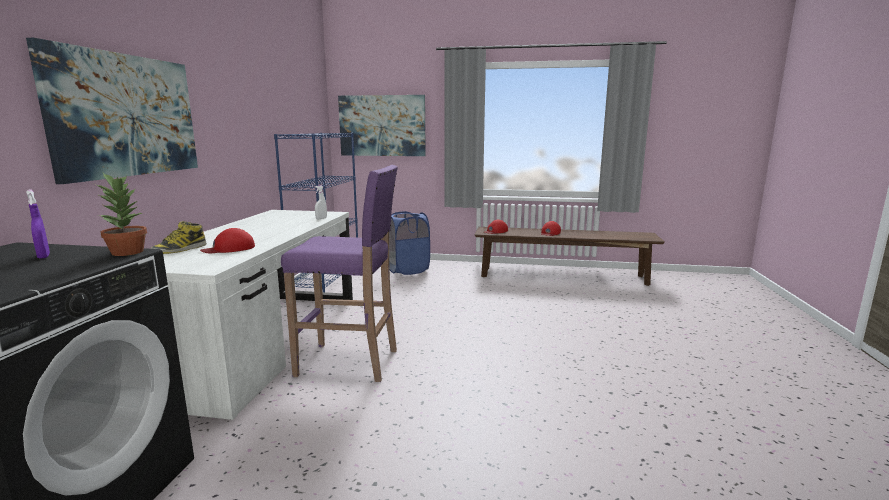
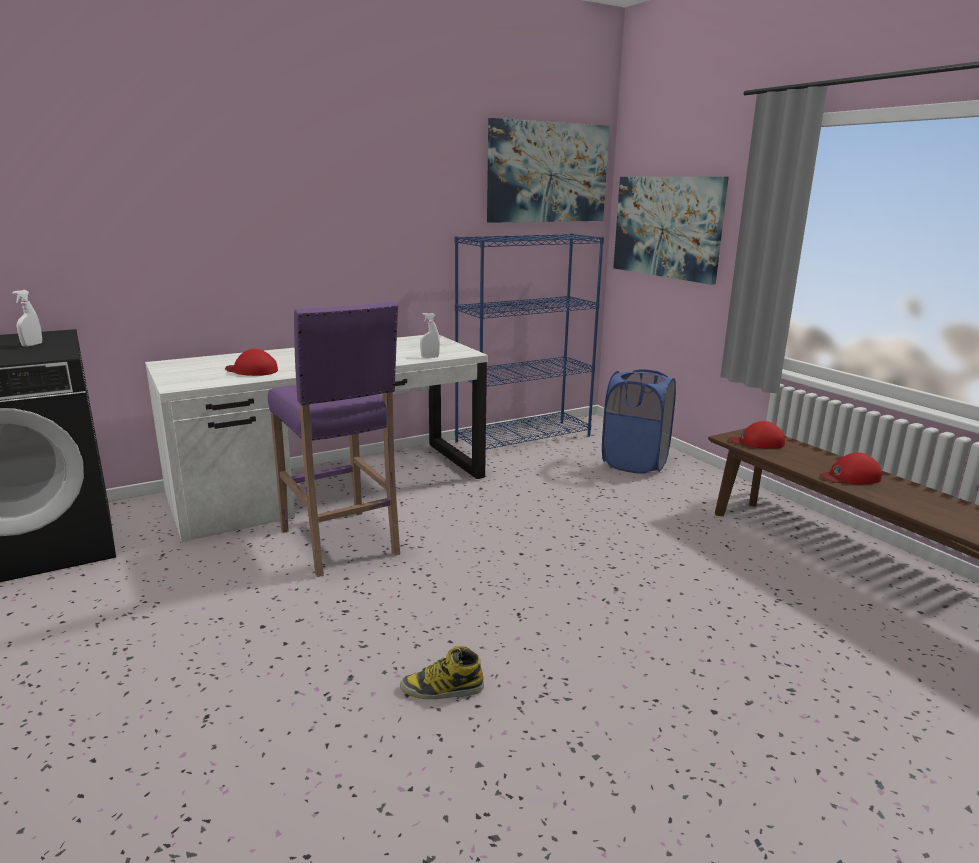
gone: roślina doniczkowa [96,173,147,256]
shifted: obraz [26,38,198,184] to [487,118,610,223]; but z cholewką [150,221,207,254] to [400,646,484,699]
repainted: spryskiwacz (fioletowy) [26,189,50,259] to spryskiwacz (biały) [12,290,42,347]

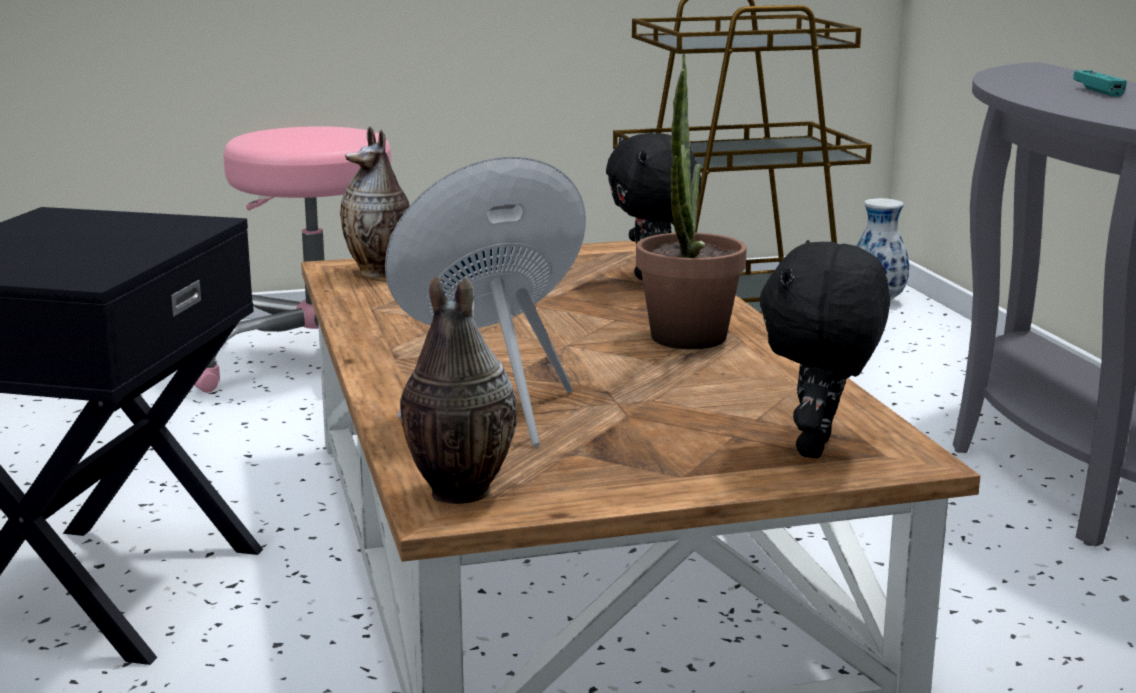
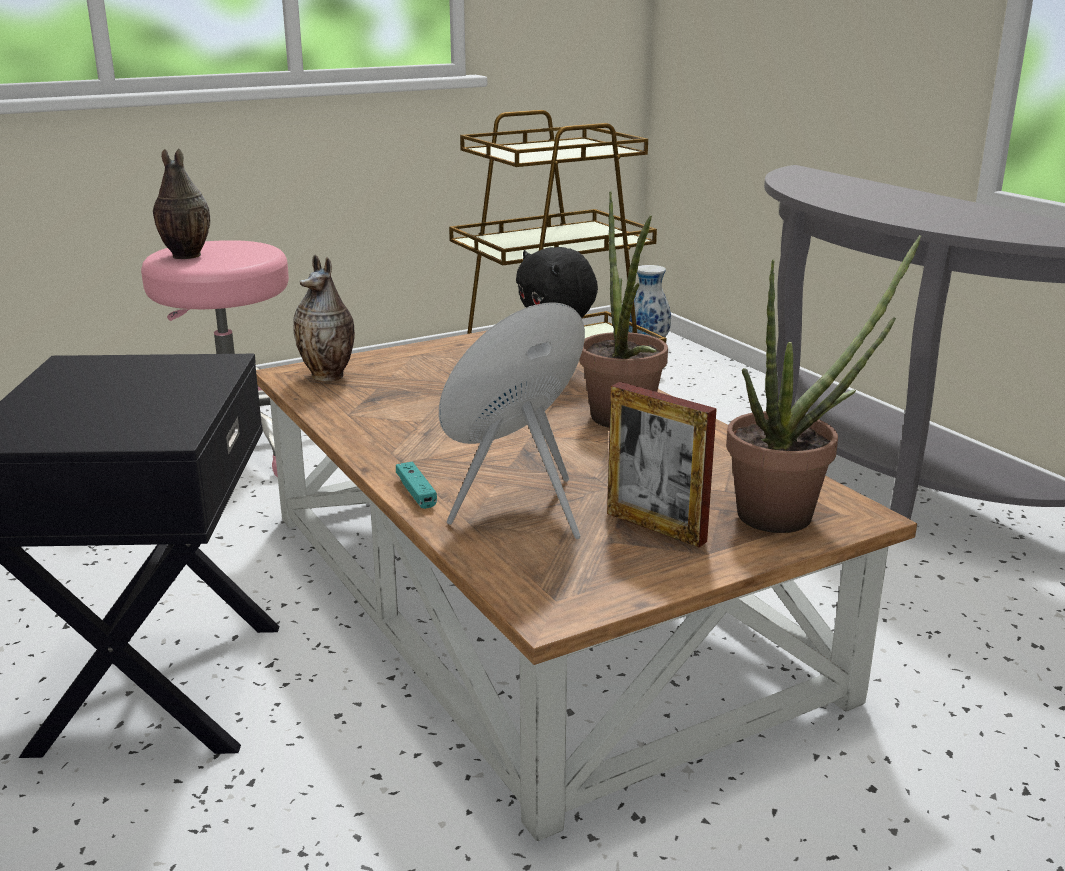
new: ramka na zdjęcie [607,382,717,547]
shifted: wazon [400,277,517,504] to [153,148,210,259]; pad do gier (turkusowy) [1073,70,1127,97] to [396,462,437,509]
swapped: pluszak (czarny) [760,240,890,458] to roślina doniczkowa [726,235,921,533]

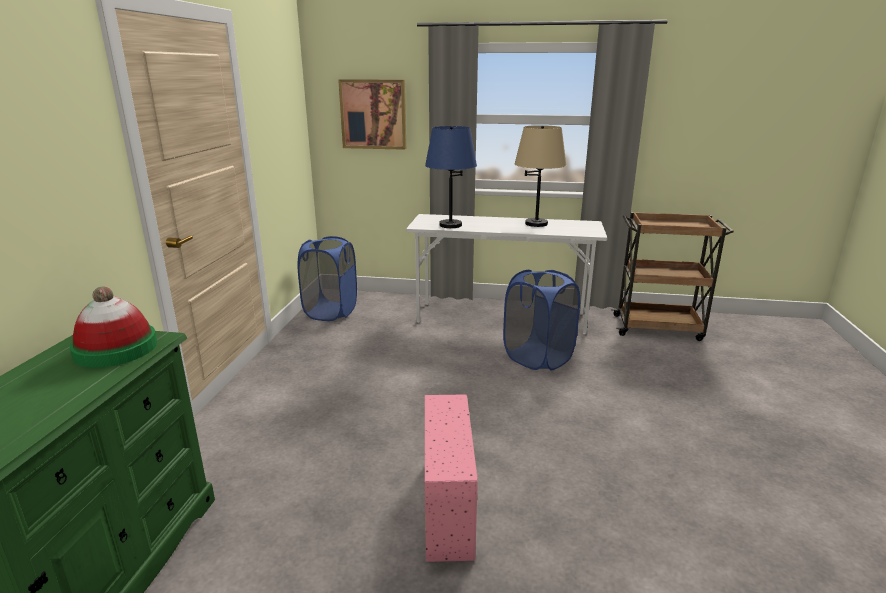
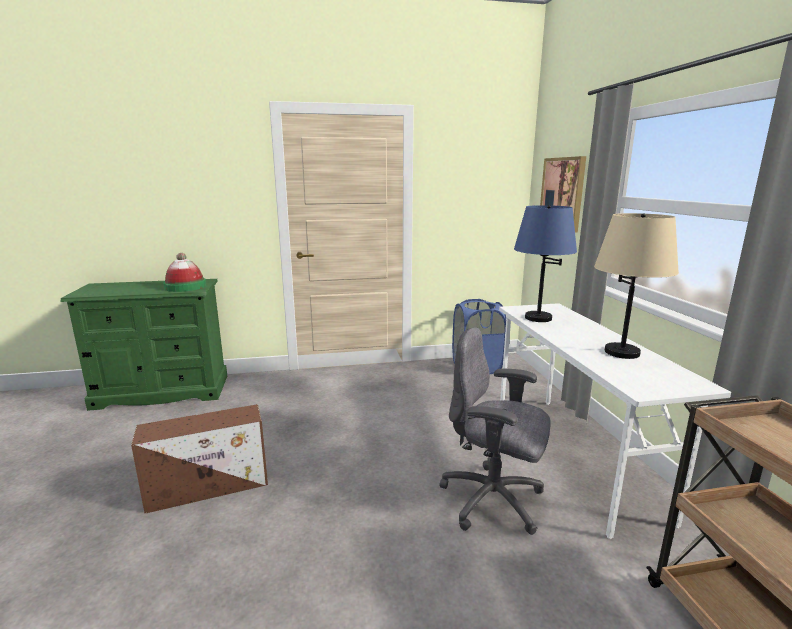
swapped: kosz na pranie (niebieski) [503,270,580,371] to krzesło biurowe (szary) [439,327,551,535]
repainted: pojemnik do przechowywania (różowy) [425,394,478,562] to pojemnik do przechowywania (brązowy) [131,404,268,513]

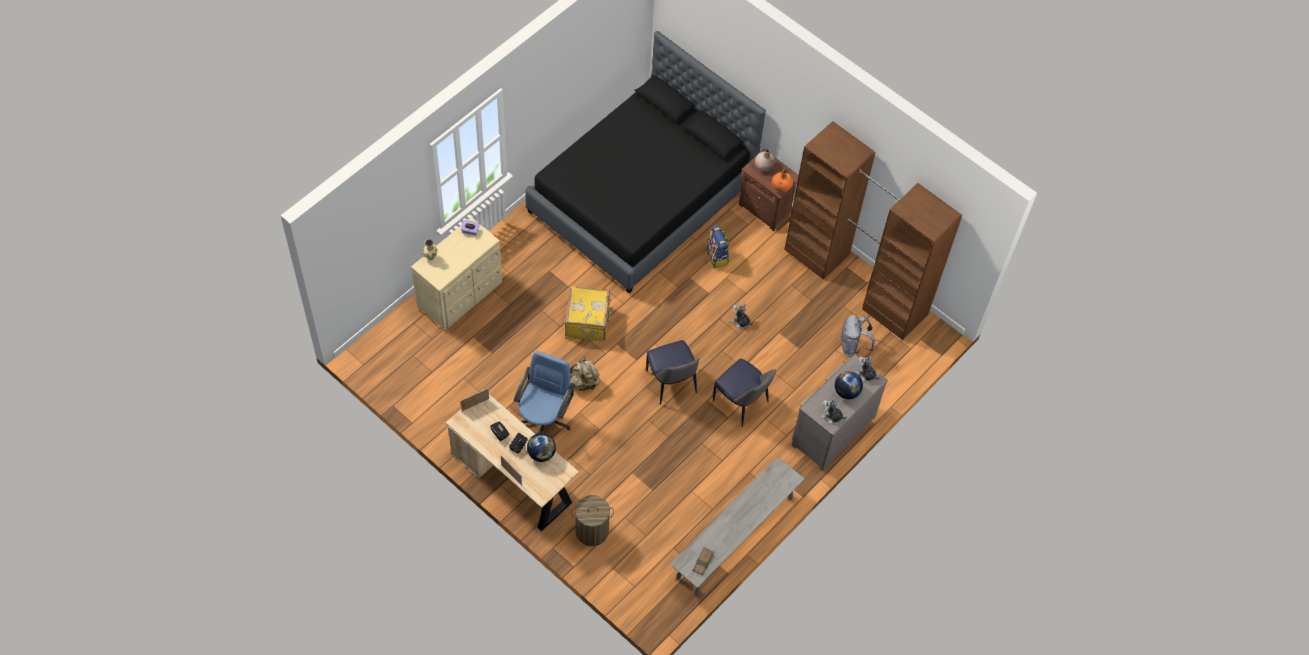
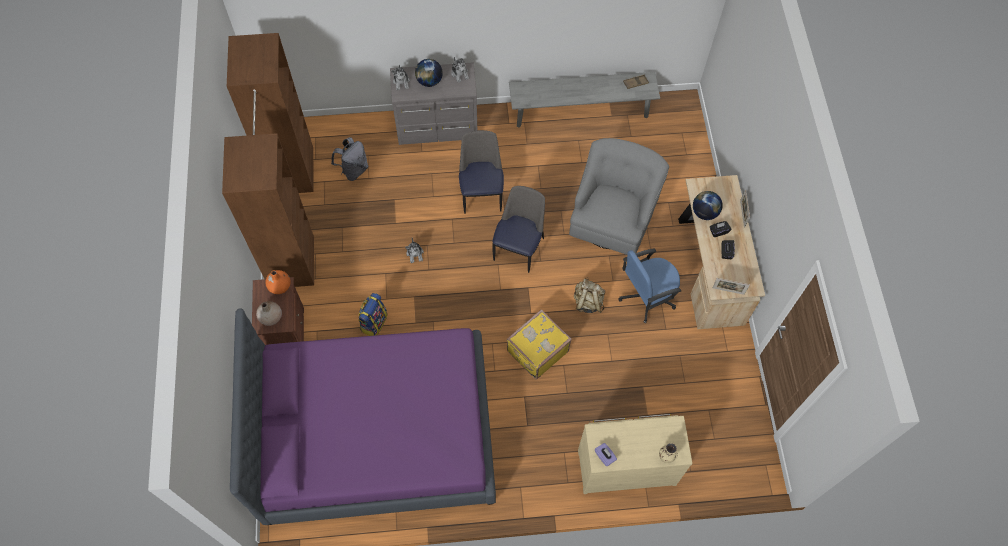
gone: kosz na pranie [571,495,614,546]
new: fotel (szary) [569,138,669,255]
repainted: łóżko (czarny) [525,31,766,293] to łóżko (fioletowy) [230,308,496,525]

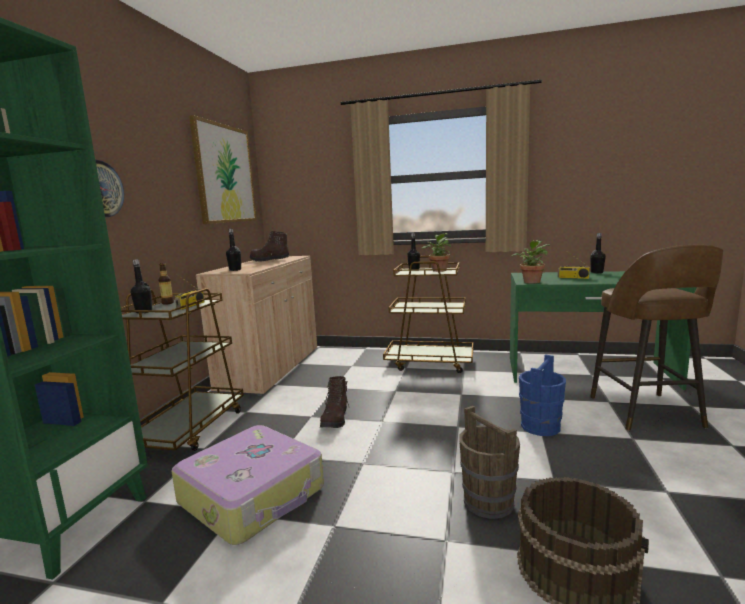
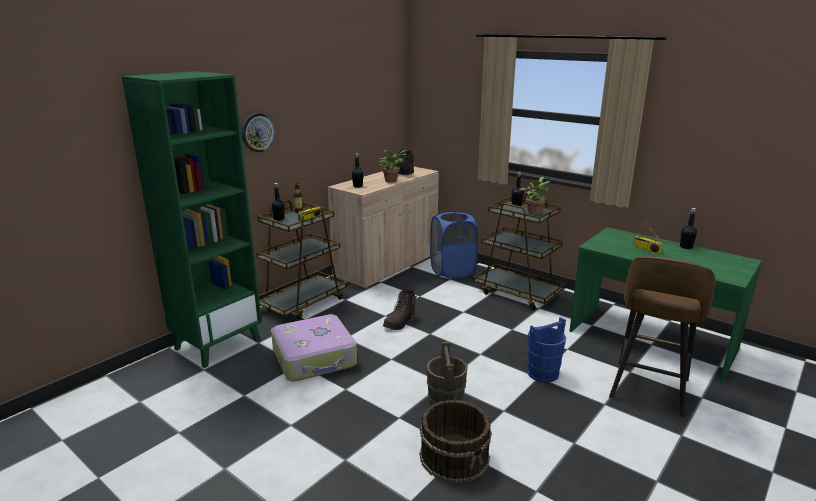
gone: obraz [189,115,257,224]
new: kosz na pranie (niebieski) [430,210,478,279]
shifted: roślina doniczkowa [512,240,550,284] to [379,150,407,183]

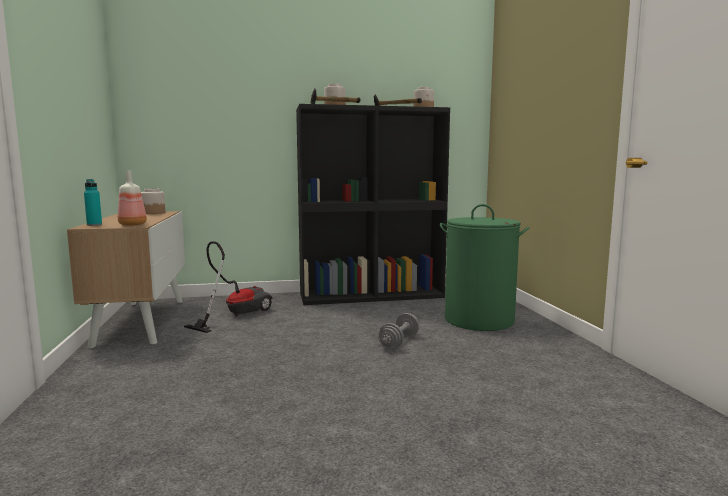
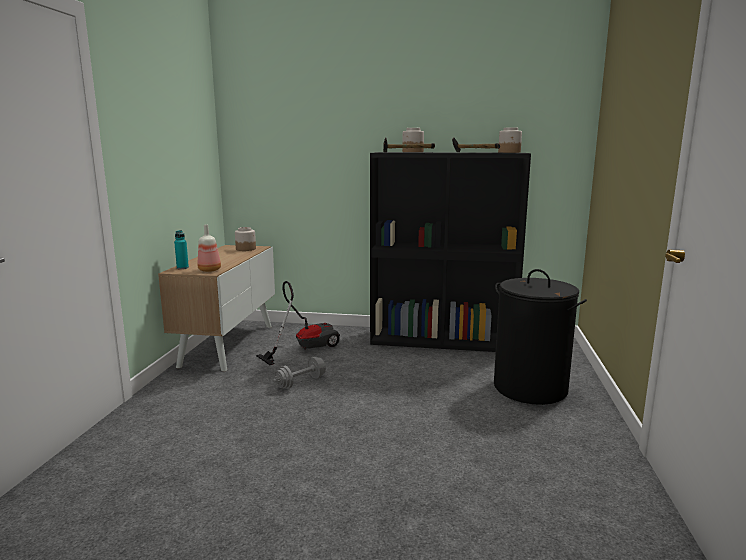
shifted: hantel (szary) [379,313,419,349] to [274,357,326,389]
repainted: kosz na pranie (zielony) [440,204,529,331] to kosz na pranie (czarny) [494,269,587,405]

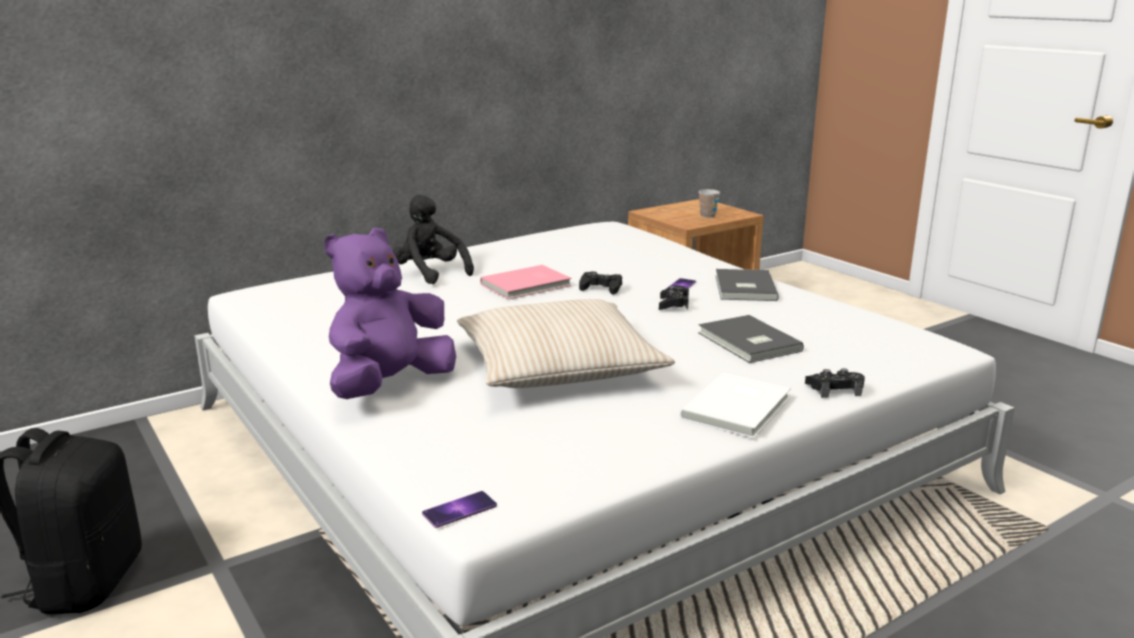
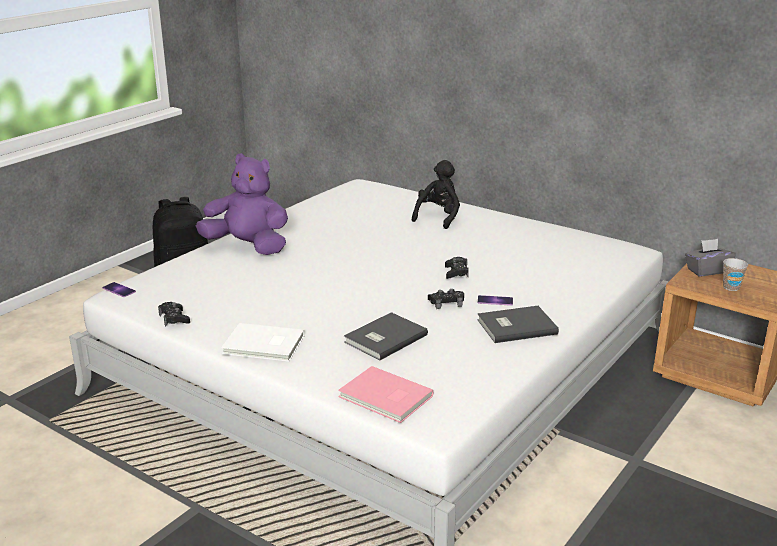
gone: poduszka (beżowy) [457,299,675,388]
new: pudełko chusteczek (szary) [685,239,736,277]
shifted: książka (różowy) [480,265,572,300] to [338,366,433,423]; pad do gier (czarny) [805,368,865,398] to [158,302,190,326]

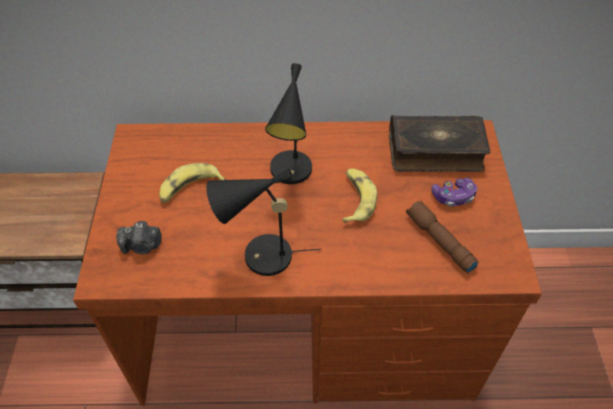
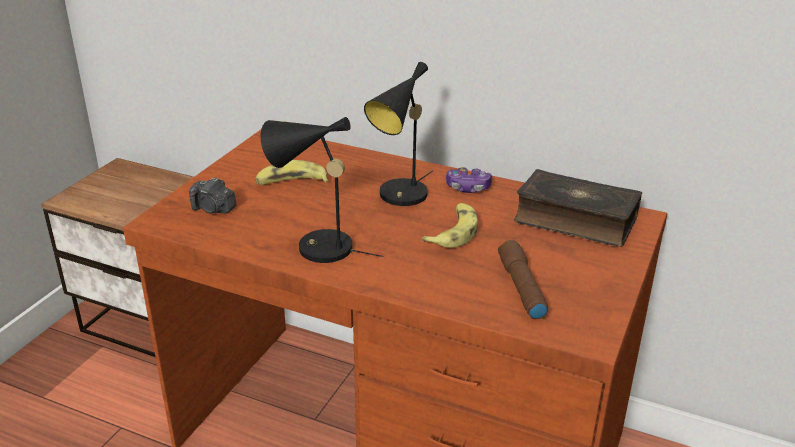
shifted: pad do gier [431,178,478,207] to [446,167,492,193]

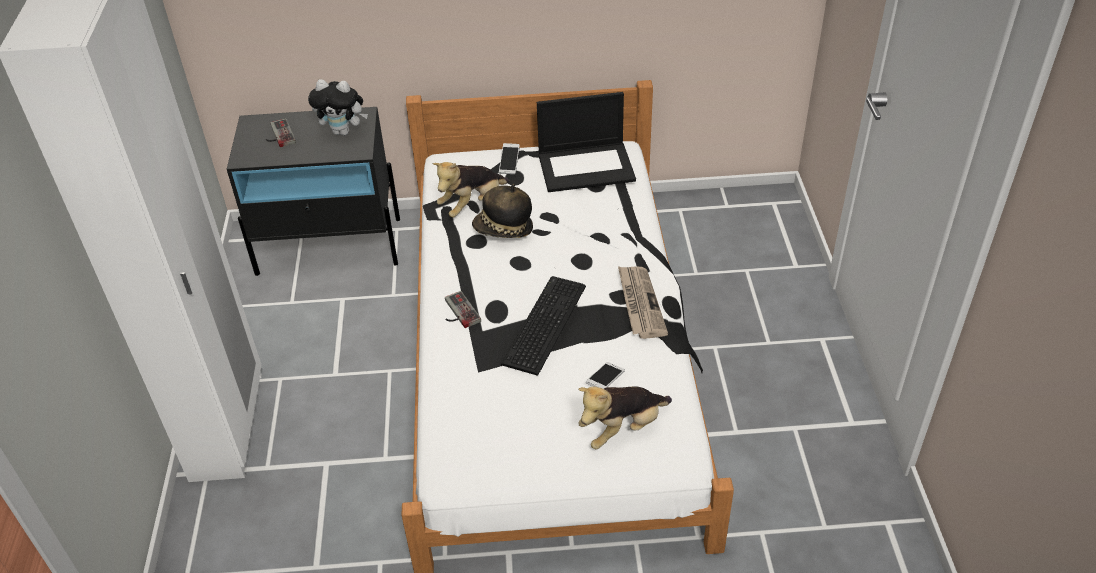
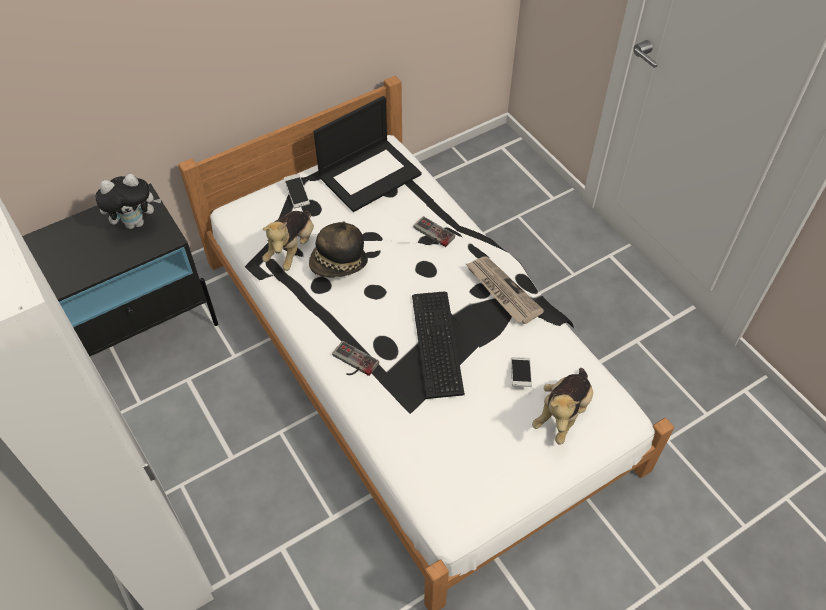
shifted: pad do gier [266,119,296,147] to [413,216,455,247]

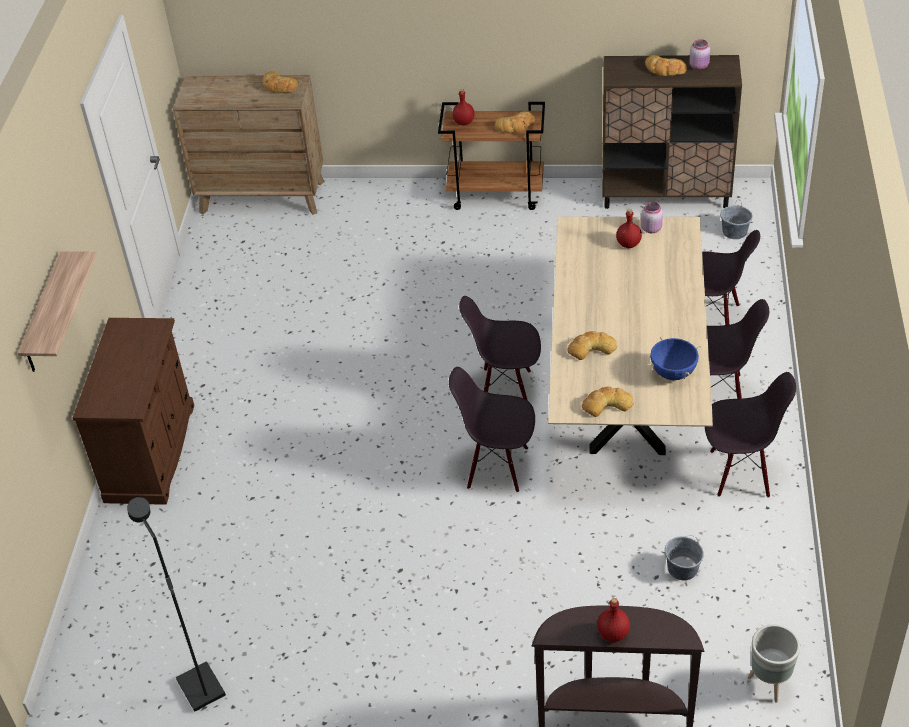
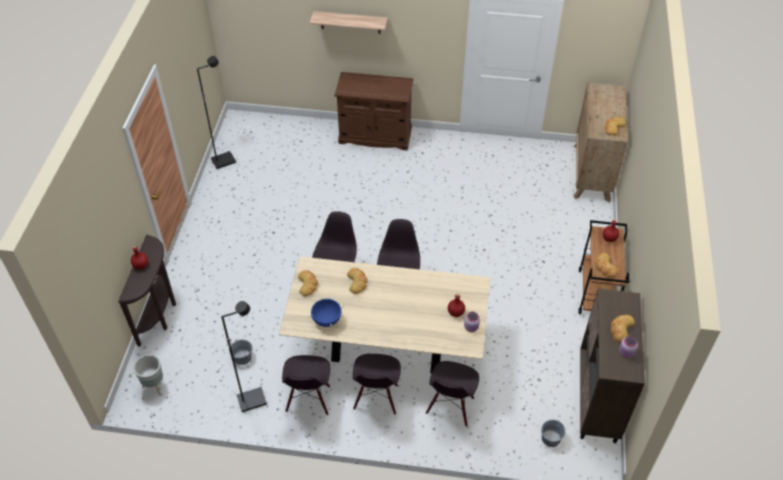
new: lampa stojąca (czarny) [221,301,267,412]

